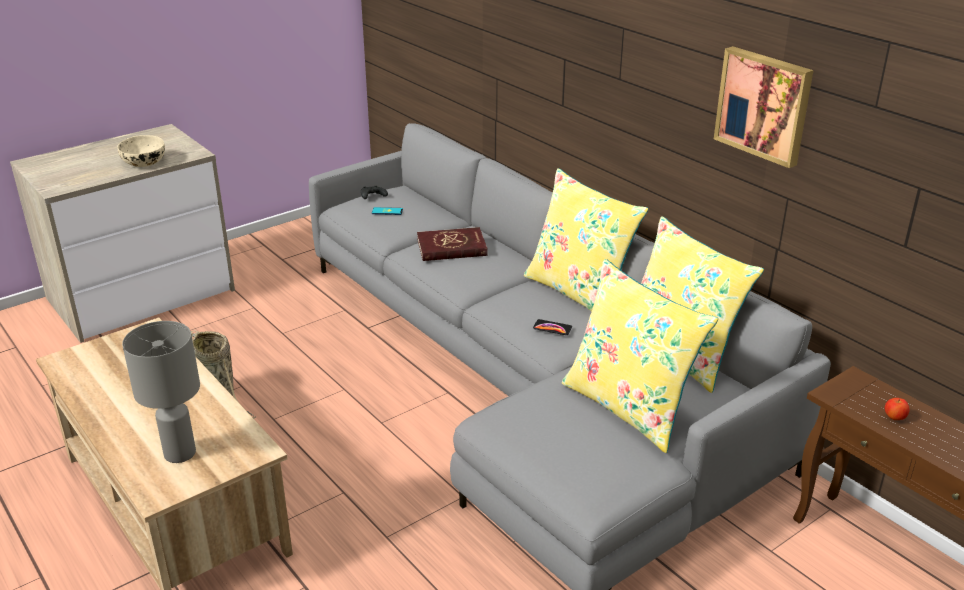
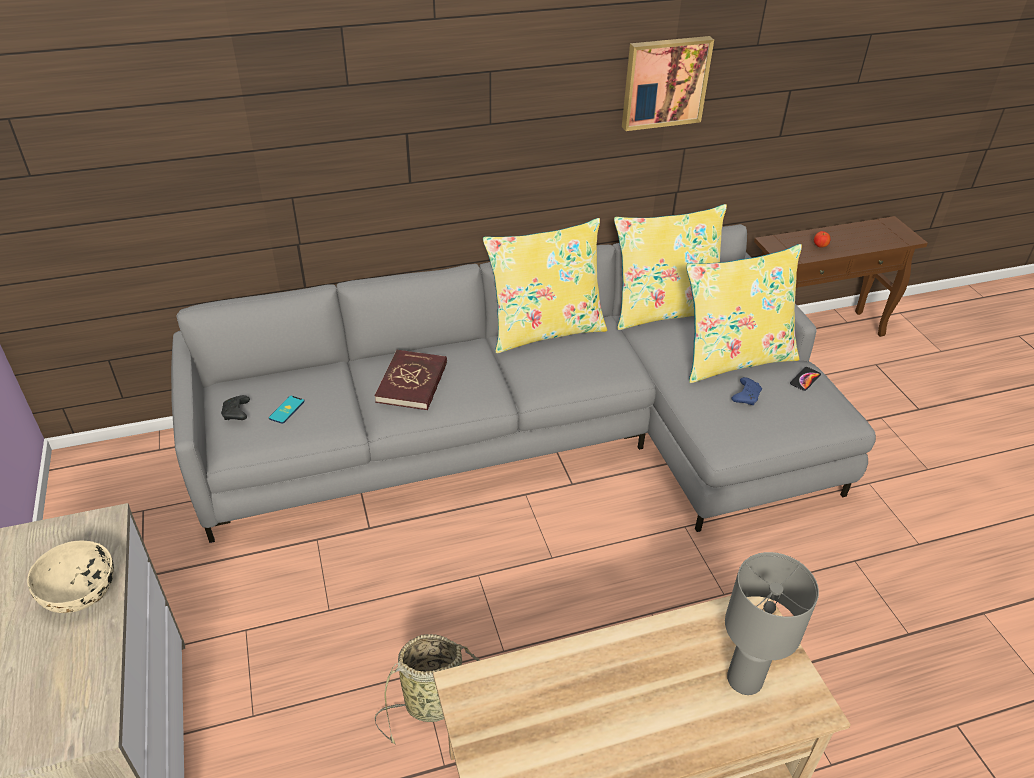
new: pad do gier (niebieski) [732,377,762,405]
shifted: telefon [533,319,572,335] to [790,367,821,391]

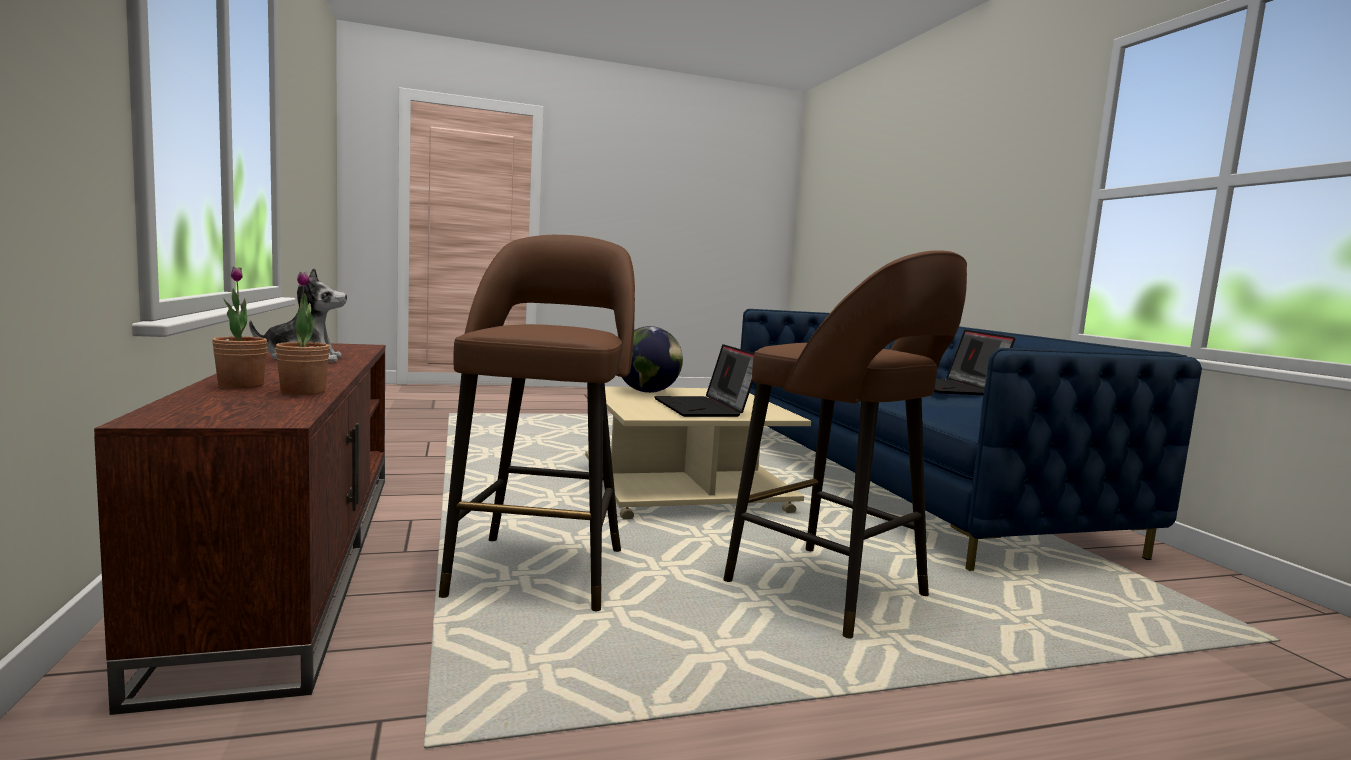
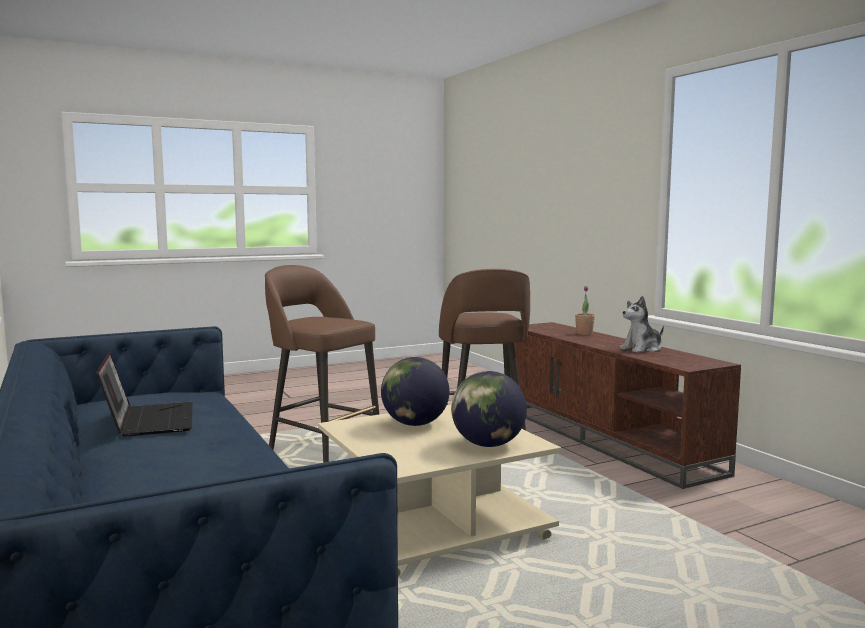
gone: roślina doniczkowa [275,271,330,396]
swapped: laptop [654,344,754,417] to globus [381,357,450,426]

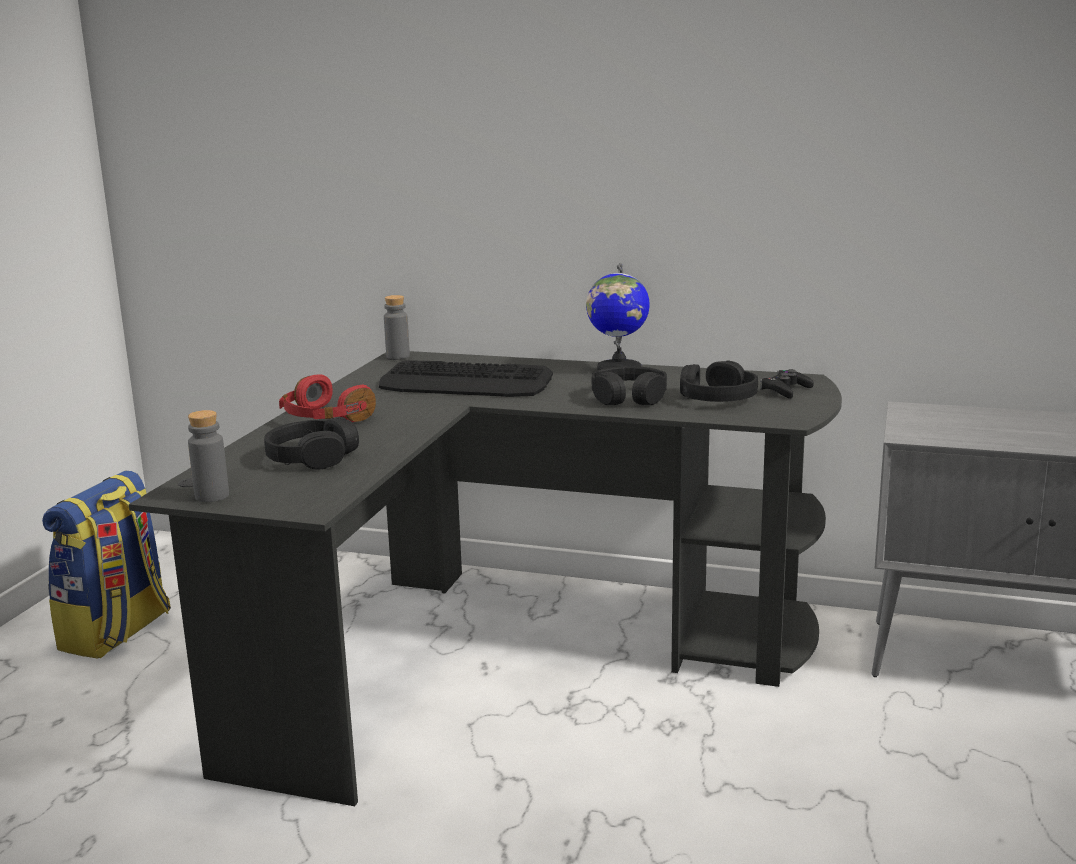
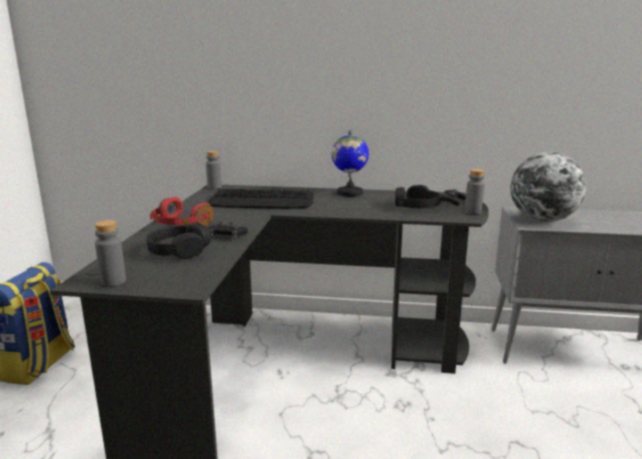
gone: słuchawki (czarny) [592,366,667,405]
new: pad do gier (czarny) [208,221,248,240]; butelka (szary) [465,169,485,214]; globus [511,152,586,222]

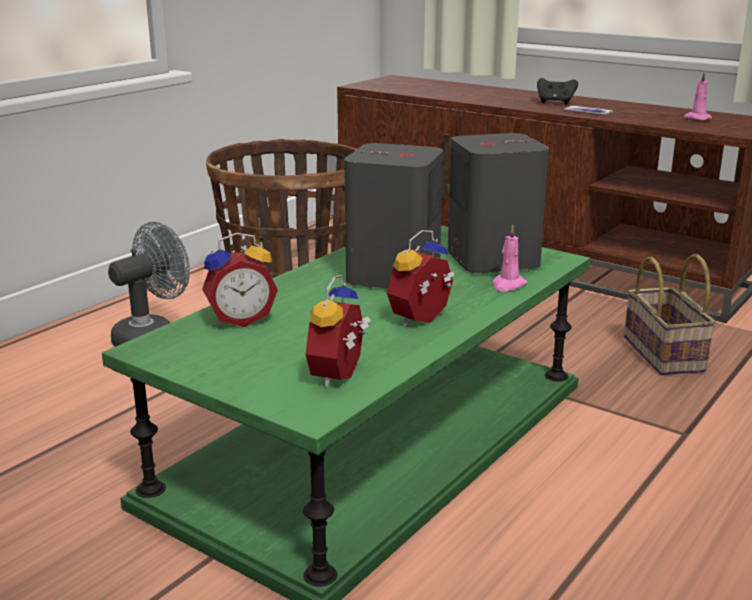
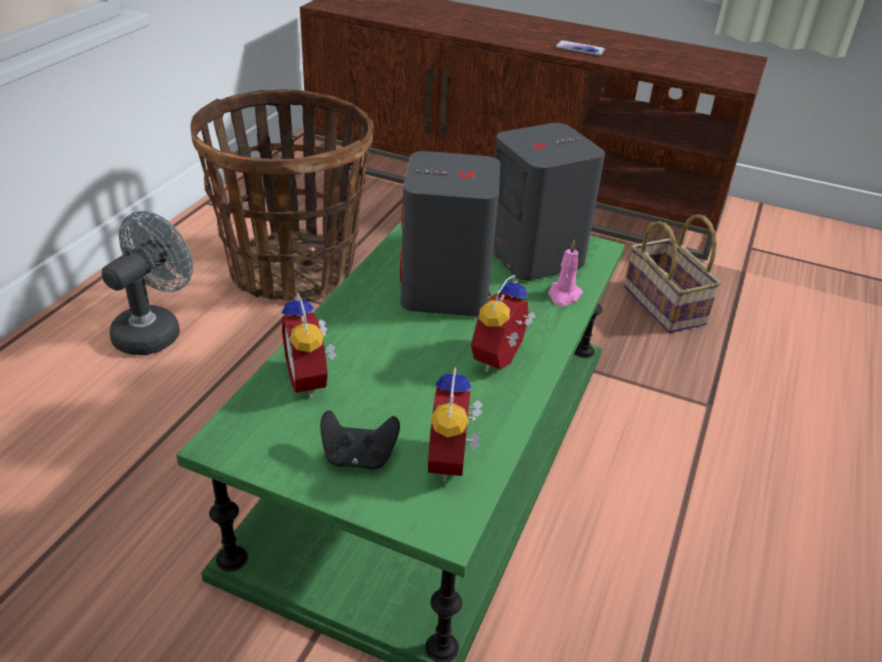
gone: świeca (różowy) [684,71,712,120]
shifted: pad do gier (czarny) [537,78,578,104] to [320,410,400,470]
rotated: budzik [202,233,278,327] = [282,292,337,398] 105 degrees clockwise

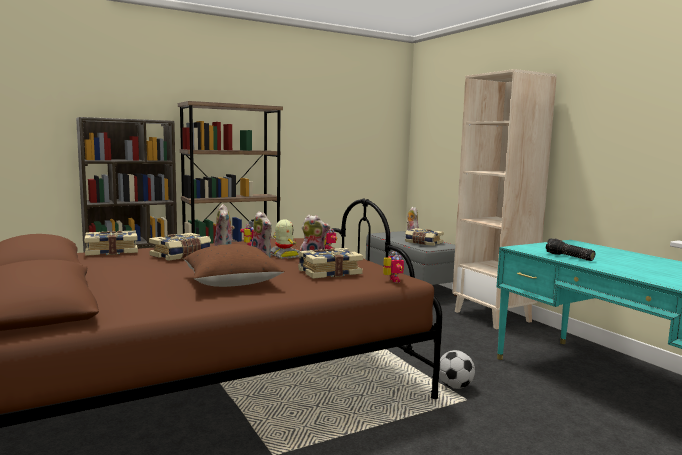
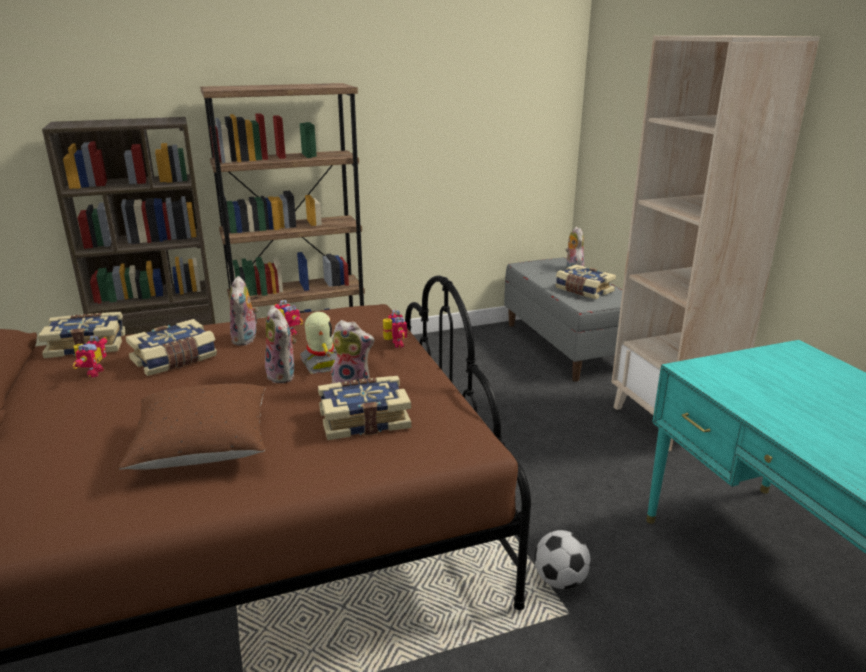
gone: latarka [546,238,595,261]
shifted: robot zabawkowy [383,251,404,282] to [73,335,108,377]

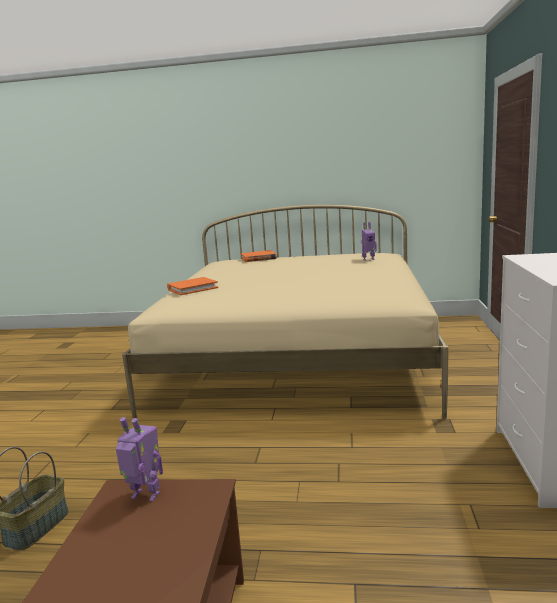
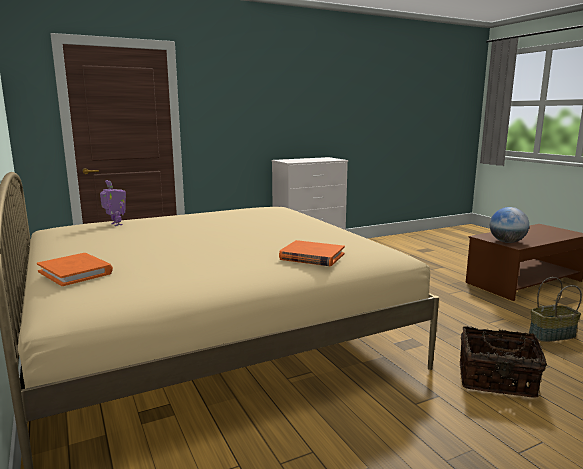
new: koszyk [460,326,547,398]
swapped: robot zabawkowy [116,417,163,502] to globus [490,207,529,243]

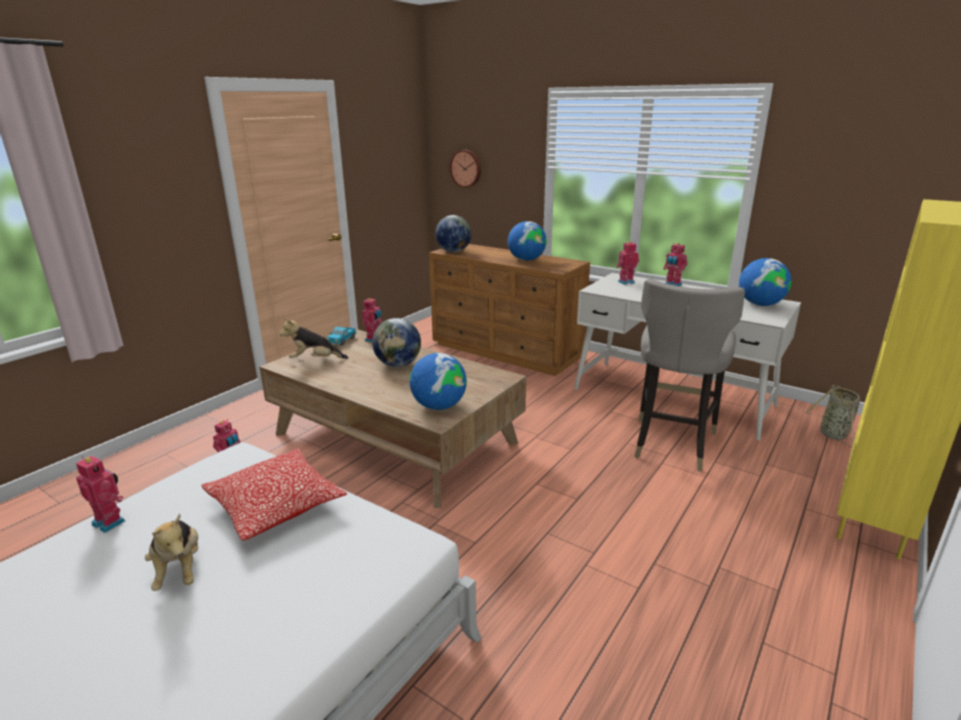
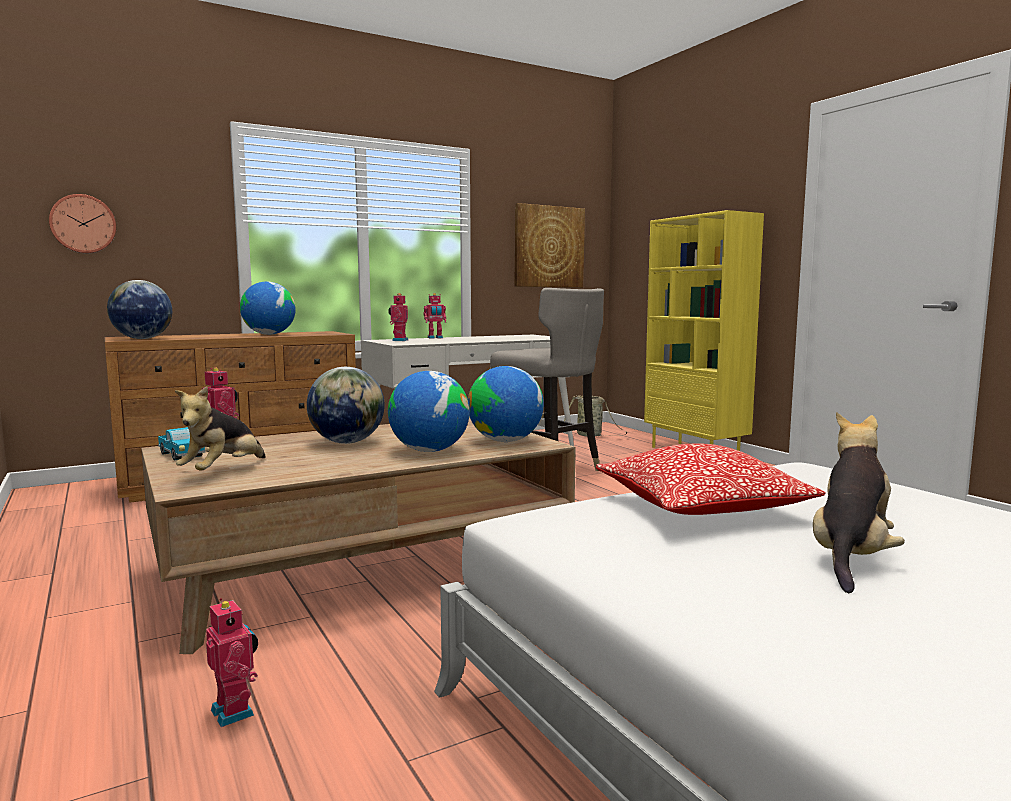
gone: robot zabawkowy [76,456,125,533]
new: obraz [514,203,585,287]
shifted: globus [739,258,792,306] to [388,371,470,452]
rotated: pluszak [145,514,198,591] = [813,412,905,593] 60 degrees counterclockwise

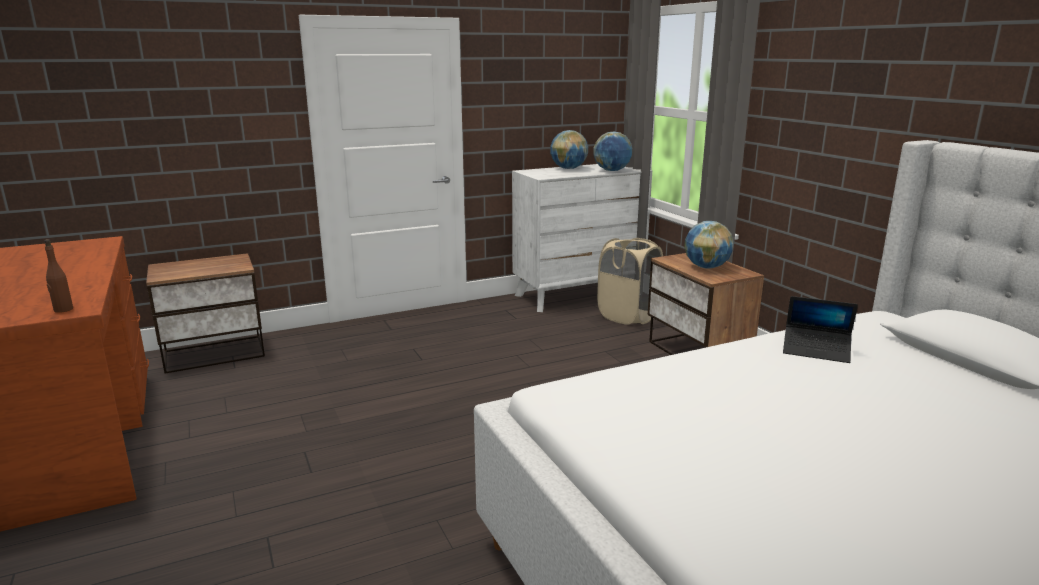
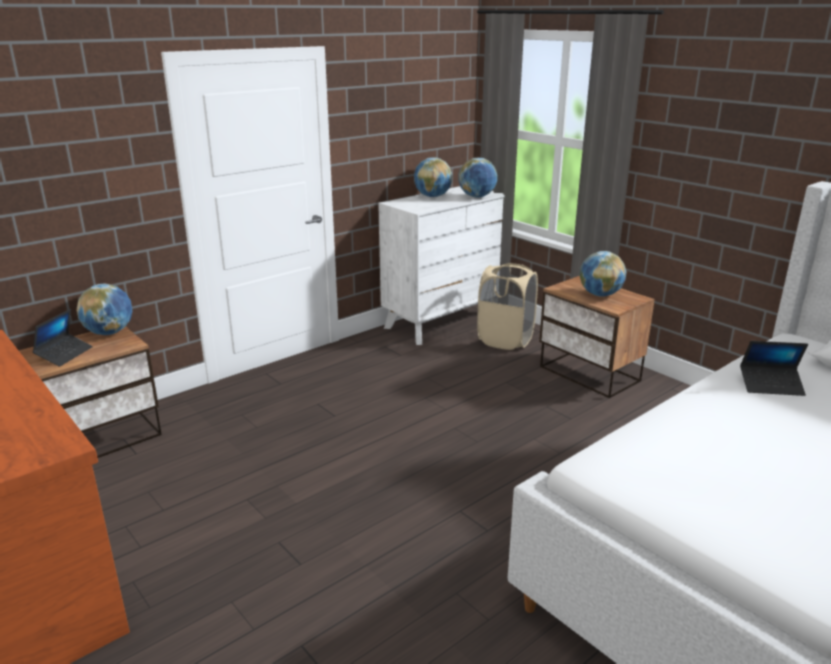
gone: butelka (brązowy) [44,239,73,313]
new: laptop [32,309,93,367]; globus [76,284,132,335]

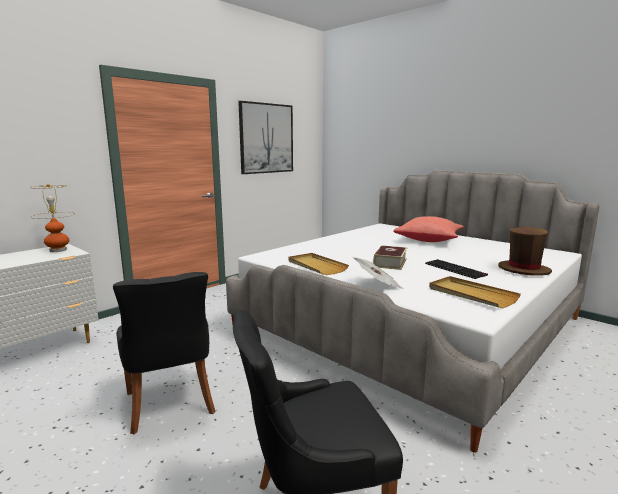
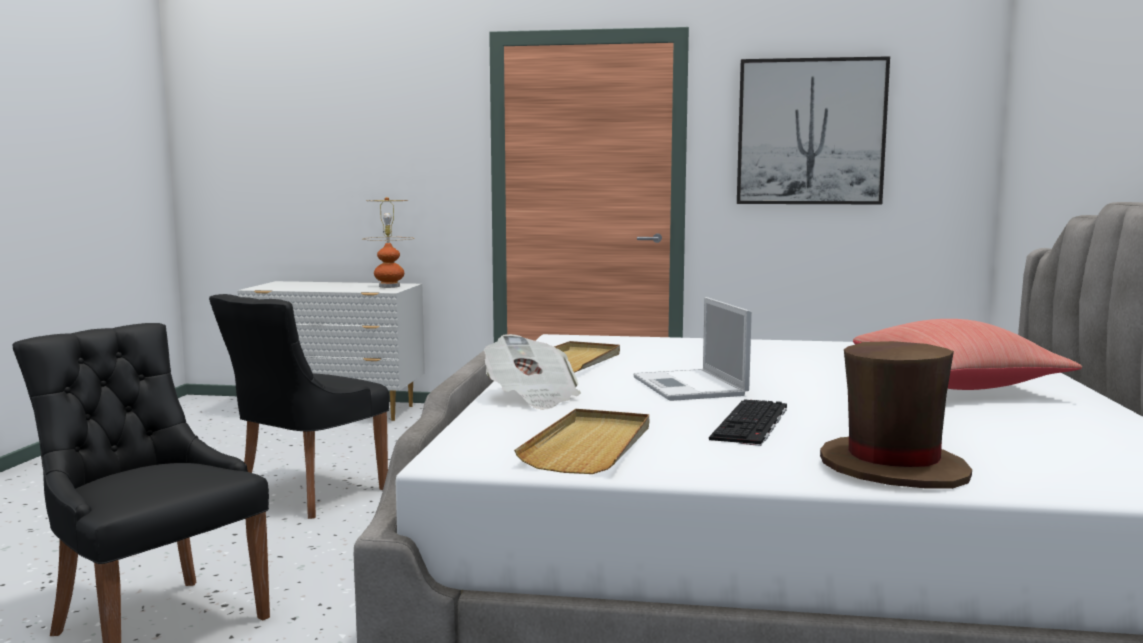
swapped: książka [373,245,407,270] to laptop [633,297,752,401]

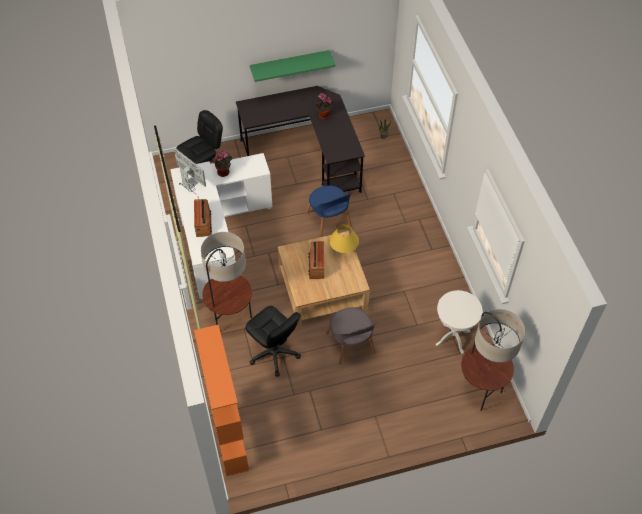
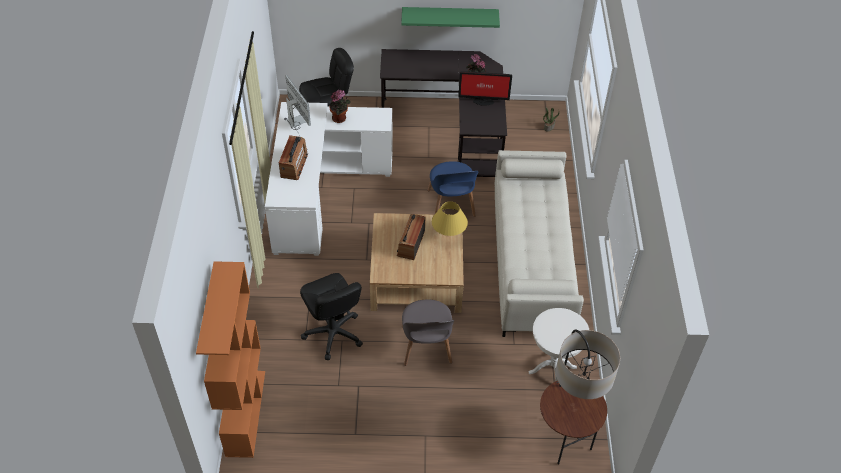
gone: lampa stojąca [201,232,252,325]
new: monitor [458,71,512,106]; kanapa (beżowy) [494,150,584,337]

